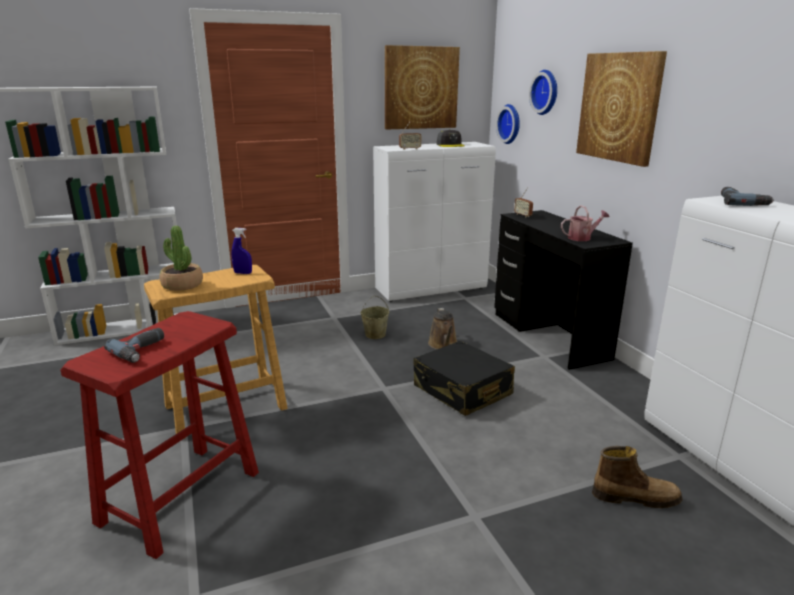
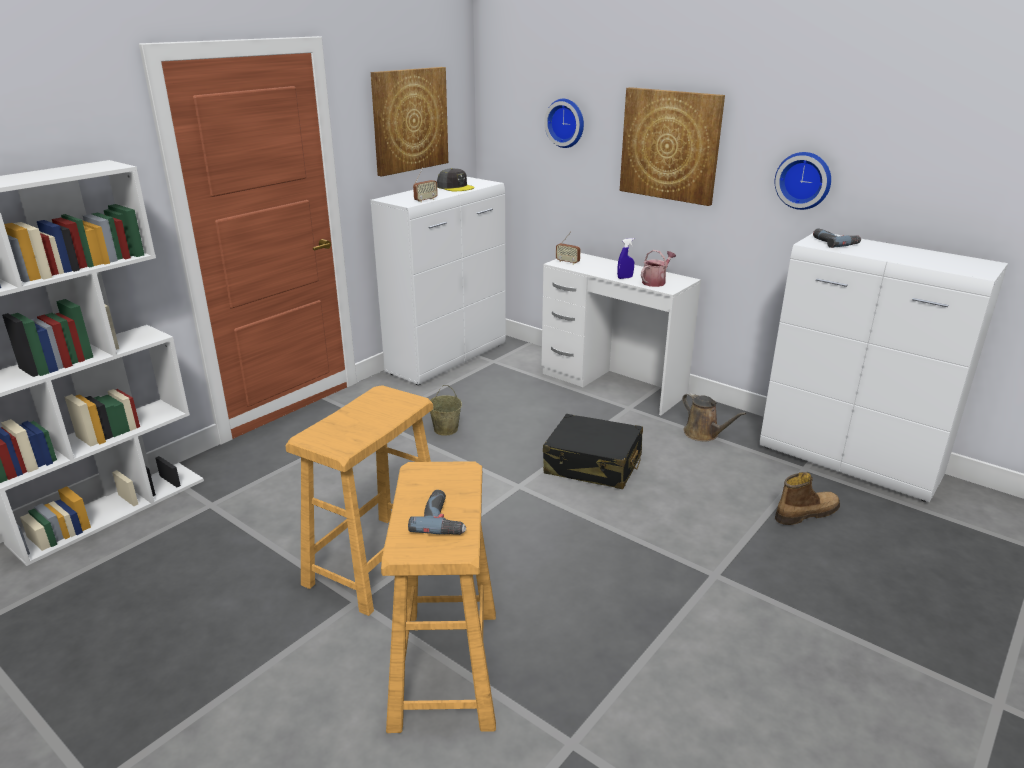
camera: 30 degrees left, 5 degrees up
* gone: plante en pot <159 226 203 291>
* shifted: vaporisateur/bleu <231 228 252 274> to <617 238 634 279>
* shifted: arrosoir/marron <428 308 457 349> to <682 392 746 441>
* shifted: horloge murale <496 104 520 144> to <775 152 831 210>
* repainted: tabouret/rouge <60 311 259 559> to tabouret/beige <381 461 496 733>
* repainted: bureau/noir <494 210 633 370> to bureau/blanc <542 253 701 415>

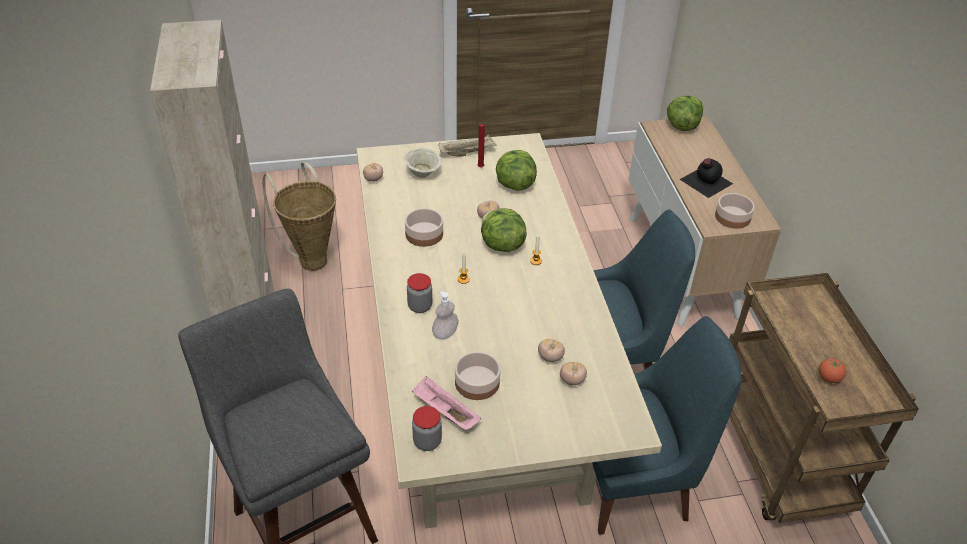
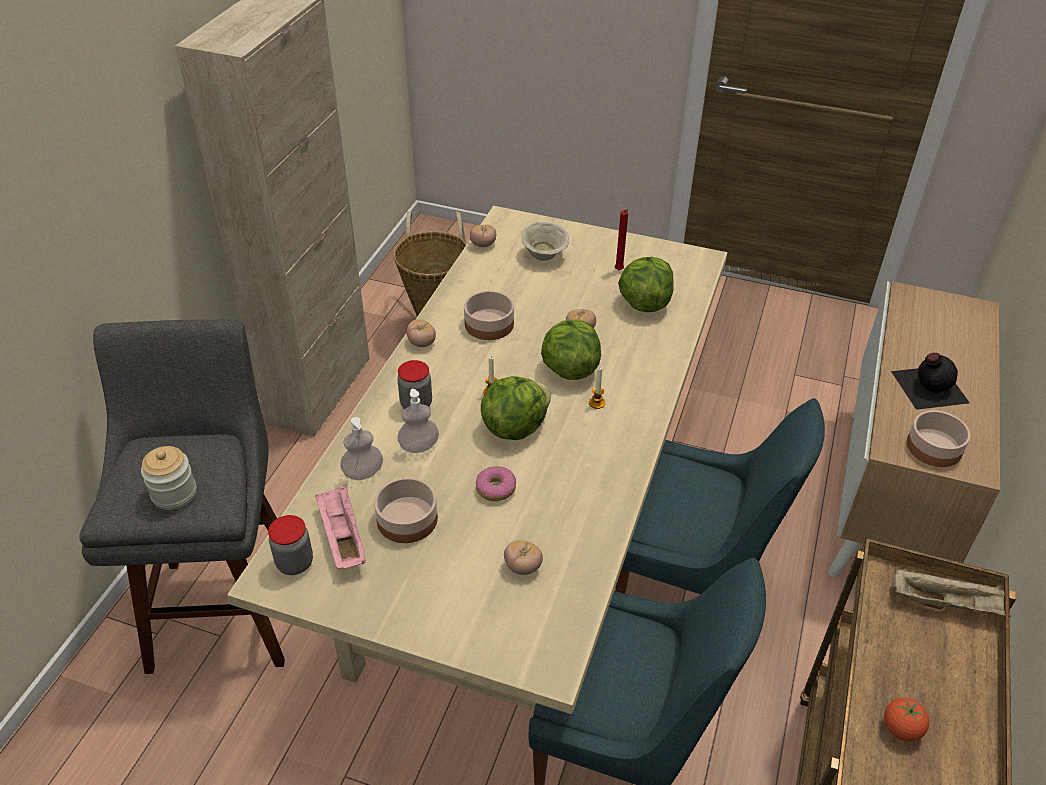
camera: 30 degrees right, 0 degrees up
* new: bocal <141 446 196 510>
* new: distributeur de savon <340 417 383 480>
* new: beignet <475 466 516 501>
* shifted: plateau/beige <438 134 496 156> to <895 568 1011 617>
* shifted: tomate <538 339 565 362> to <407 319 436 347>
* shifted: laitue <667 95 703 131> to <481 376 551 440>

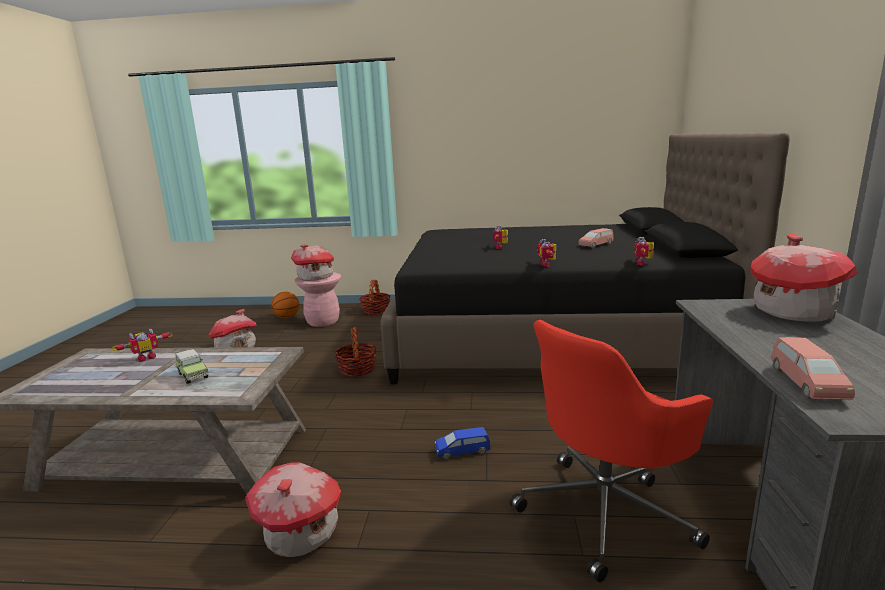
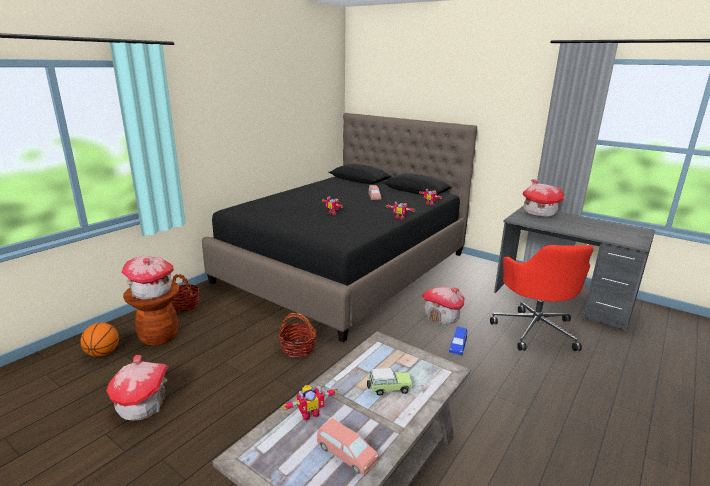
camera: 60 degrees left, 5 degrees up
* shifted: maison miniature <245 462 341 557> to <422 286 464 325>
* shifted: petite voiture/rose <771 337 855 400> to <317 418 379 476>
* repainted: tabouret/rose <294 272 341 327> to tabouret/marron <123 281 179 346>
* rotated: robot jouet <111 329 172 362> = <282 385 338 420> 75 degrees clockwise

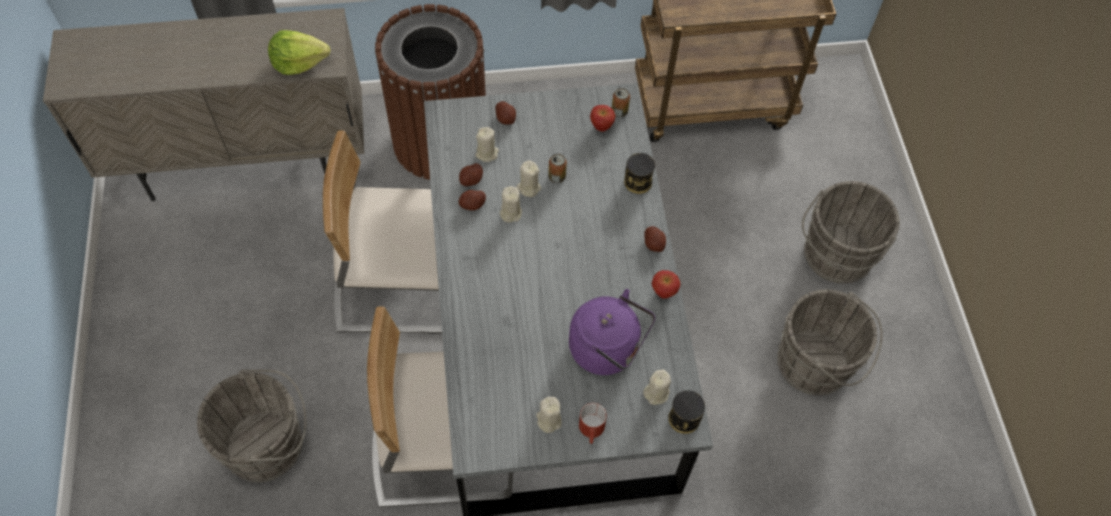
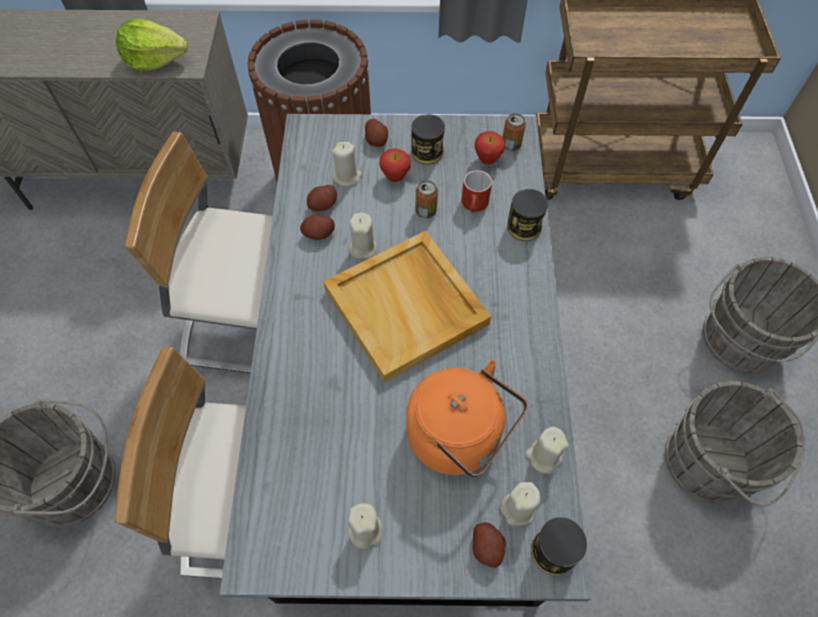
camera: 10 degrees right, 0 degrees up
* new: plateau/beige <323 231 491 383>
* new: boîte métallique <411 114 445 164>
* shifted: bougie/beige <516 160 541 197> to <525 427 569 474>
* shifted: mug/rouge <579 403 607 444> to <462 170 492 213>
* shifted: pomme de terre <644 226 666 252> to <472 522 506 568>
* shifted: pomme <651 270 680 299> to <380 148 411 182>
* repainted: bouilloire/violet <569 289 655 375> to bouilloire/orange <406 360 528 477>

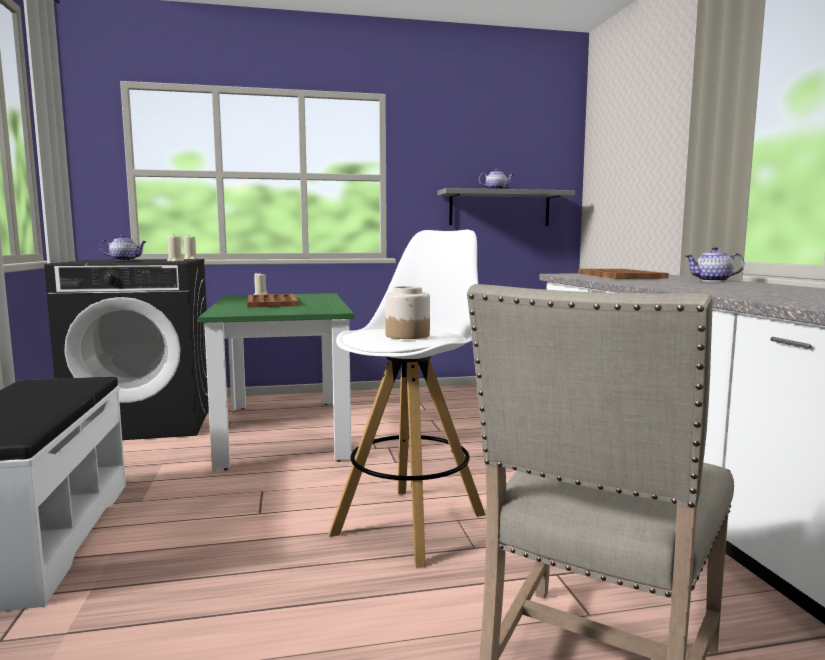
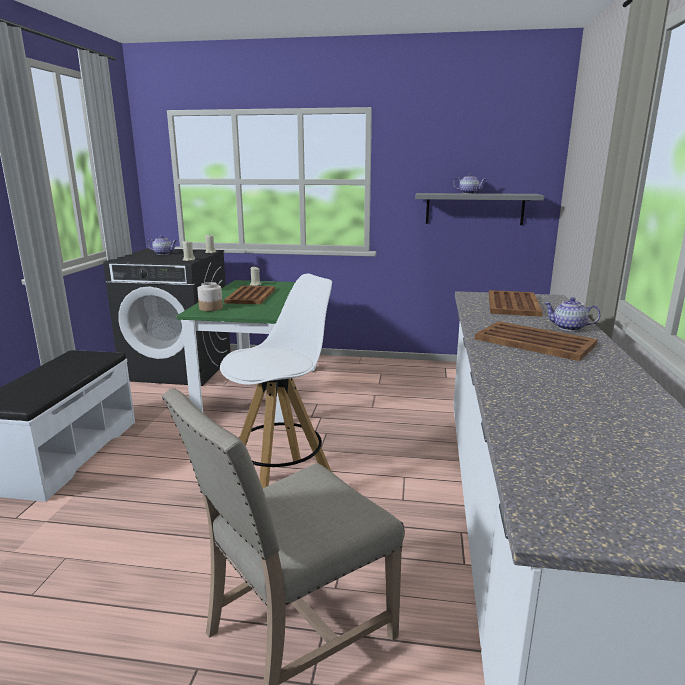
camera: 20 degrees right, 10 degrees up
* new: plateau/marron <475 321 598 361>
* shifted: bocal <385 286 430 339> to <197 282 223 311>

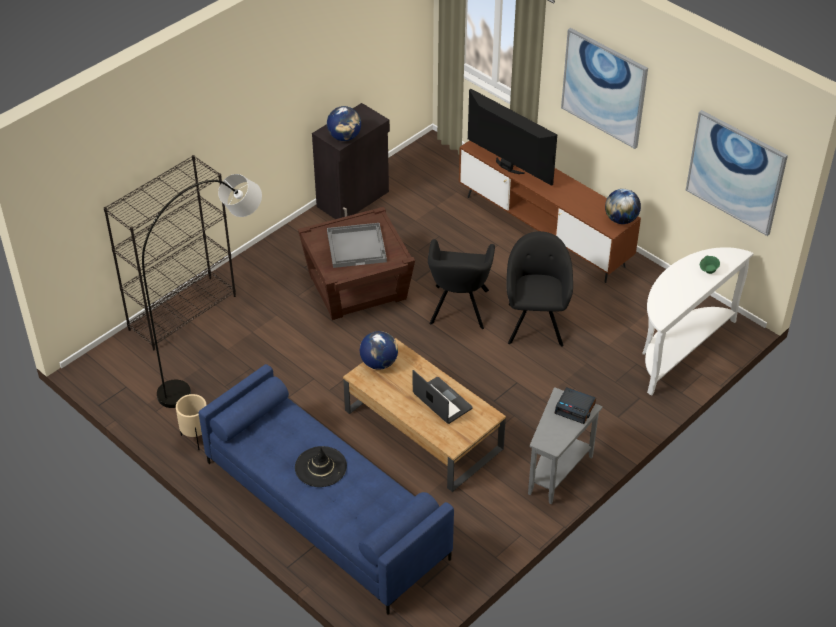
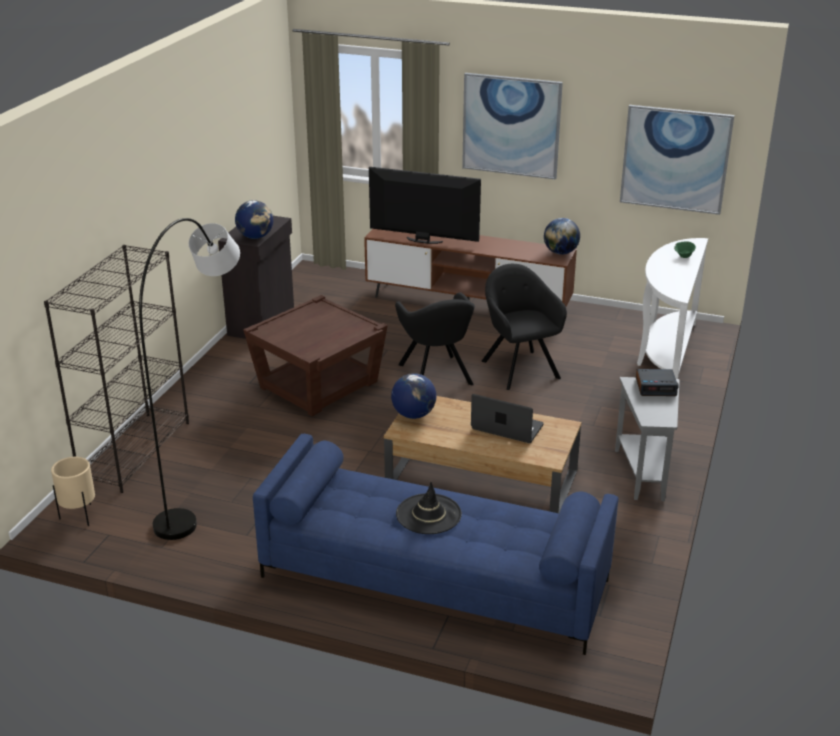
camera: 25 degrees left, 15 degrees down
* gone: plateau/gris <327 223 387 268>
* shifted: cache-pot/beige <176 394 207 450> to <51 457 95 526>

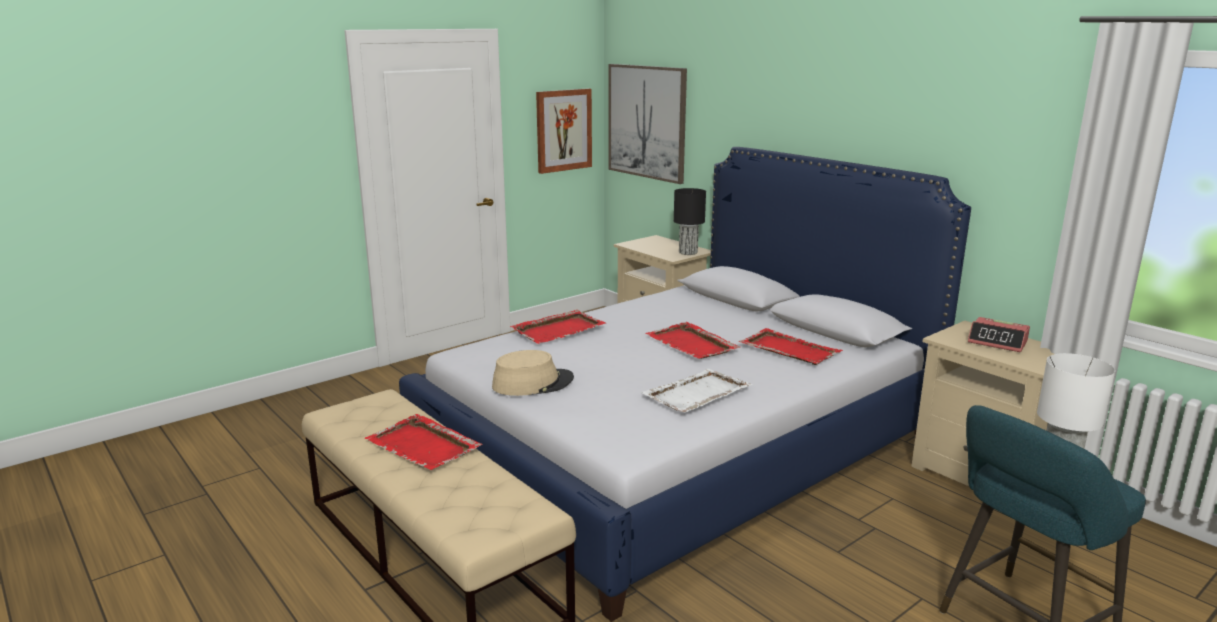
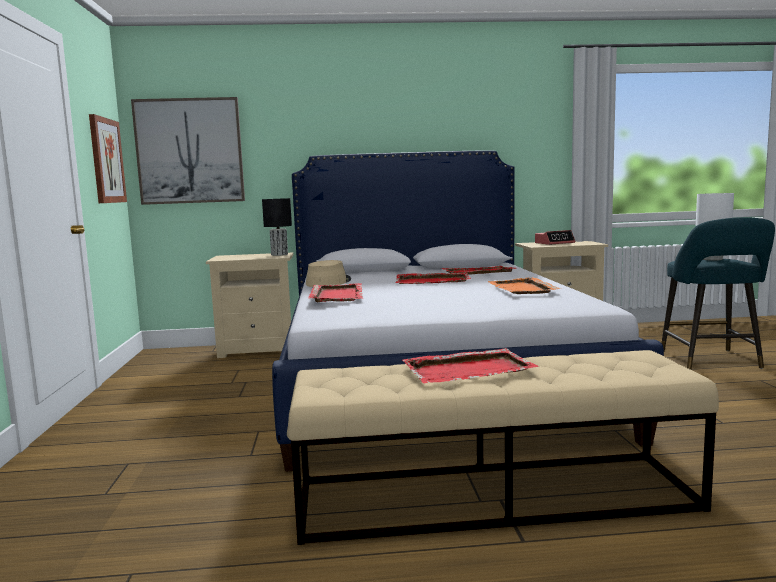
camera: 55 degrees left, 10 degrees down
* shifted: chapeau/beige <492 350 574 396> to <306 260 351 287>
* repainted: plateau/blanc <641 369 752 413> to plateau/orange <488 277 561 294>

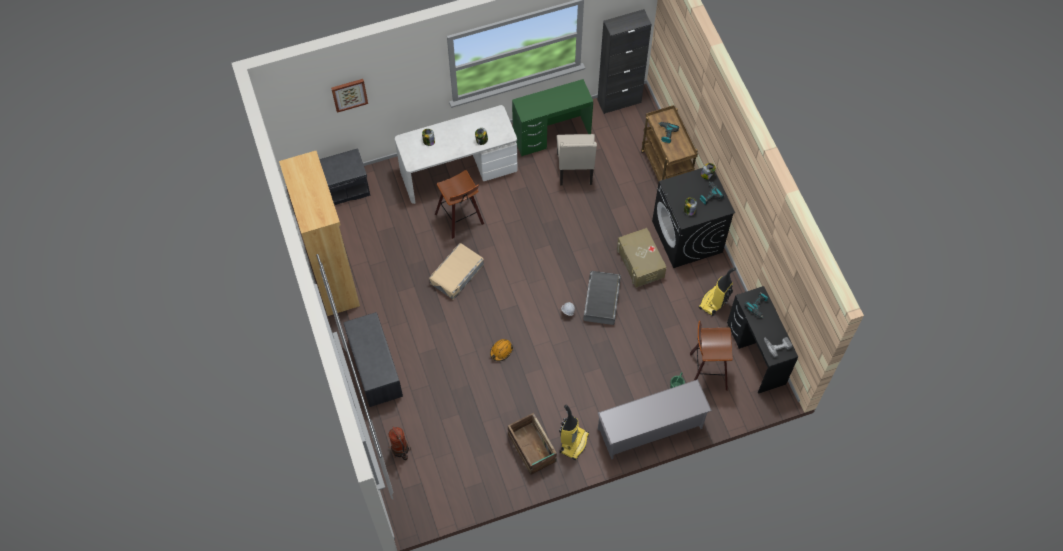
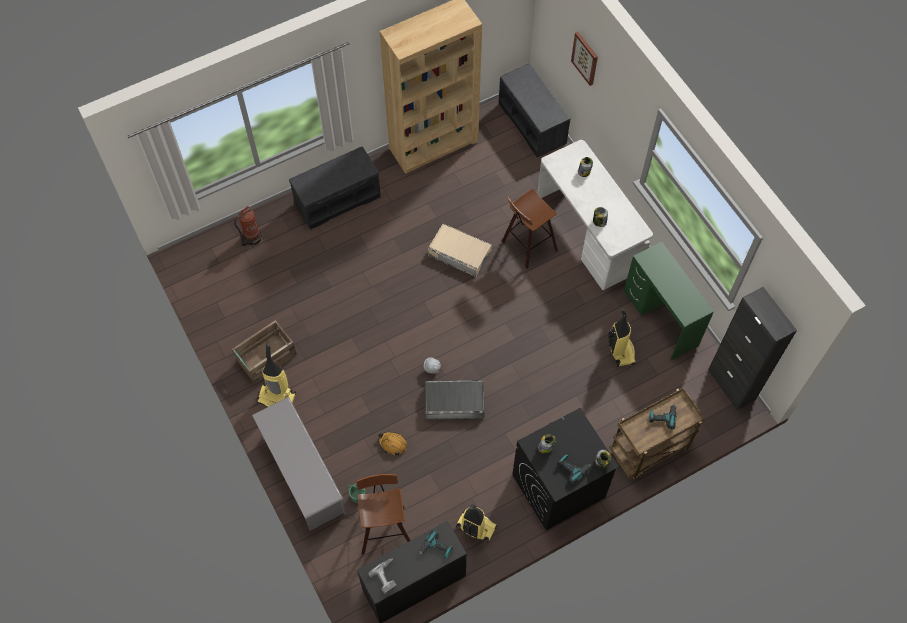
camera: 80 degrees right, 0 degrees up
* gone: boîte de rangement/beige <617 228 666 288>
* shifted: casque de chantier/orange <490 339 513 361> to <378 432 407 456>
* swapped: chaise/beige <557 134 597 185> to aspirateur <608 308 636 367>

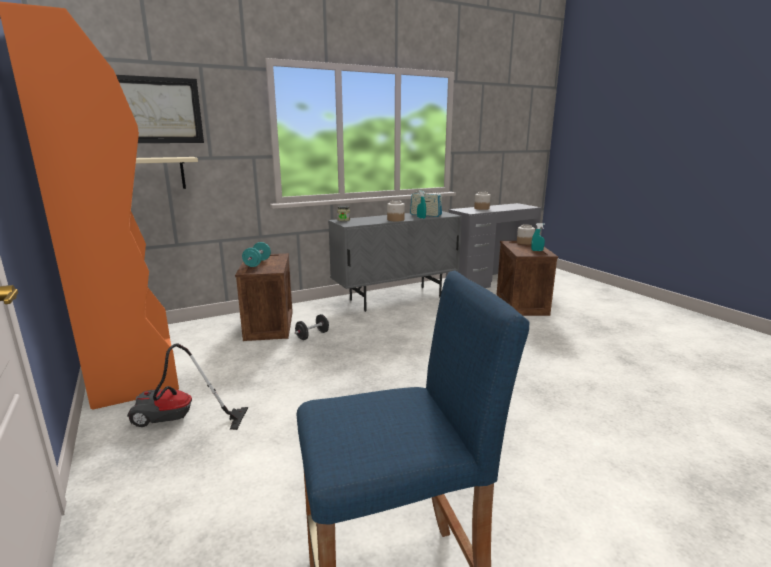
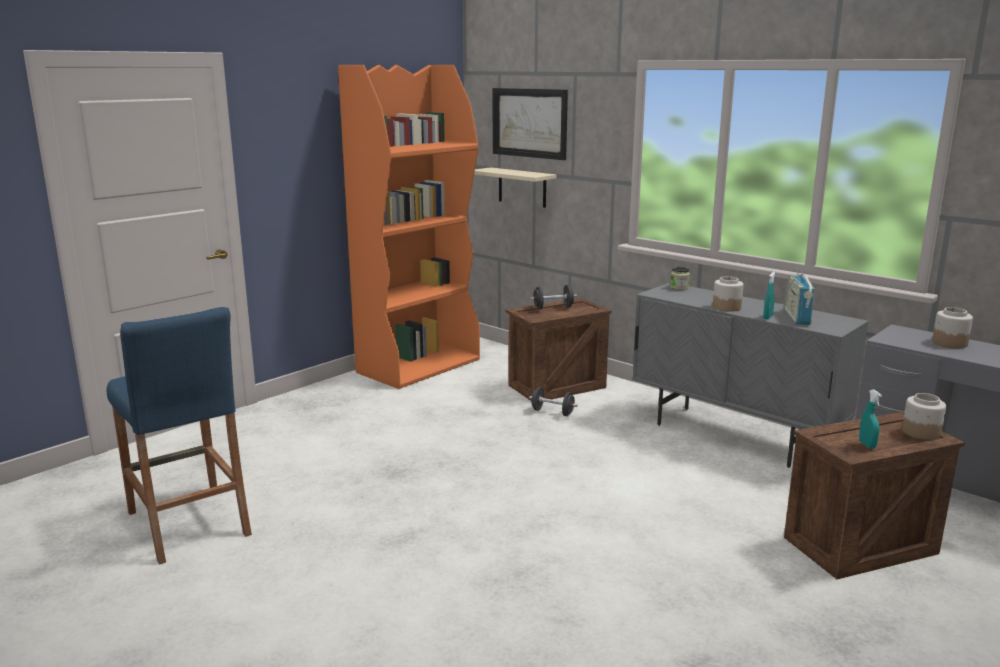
camera: 70 degrees right, 0 degrees up
* gone: aspirateur <127 344 248 430>
* repainted: haltère/turquoise <242 242 271 267> to haltère/noir <530 285 577 309>

